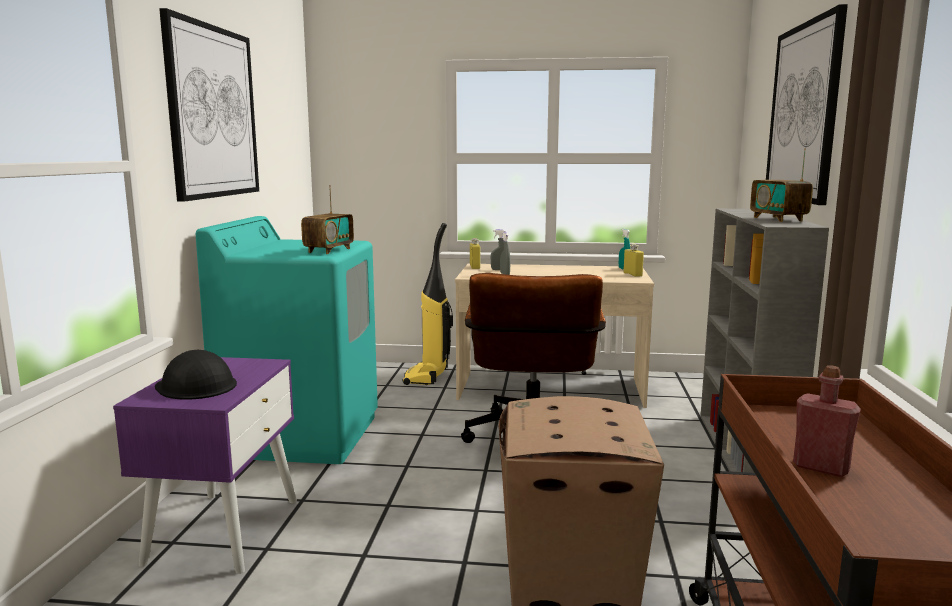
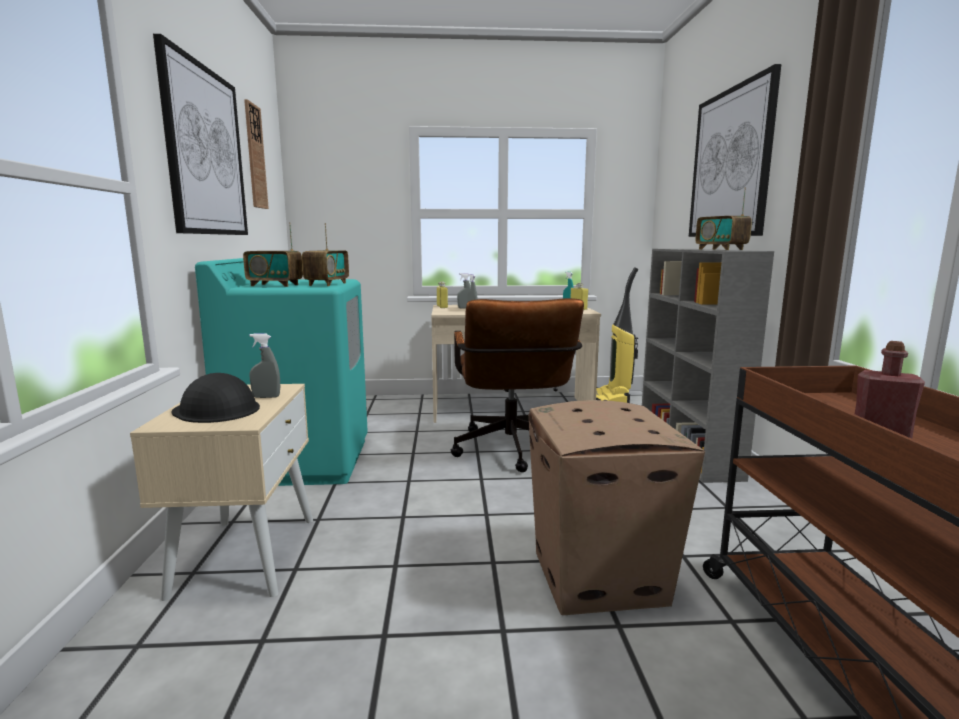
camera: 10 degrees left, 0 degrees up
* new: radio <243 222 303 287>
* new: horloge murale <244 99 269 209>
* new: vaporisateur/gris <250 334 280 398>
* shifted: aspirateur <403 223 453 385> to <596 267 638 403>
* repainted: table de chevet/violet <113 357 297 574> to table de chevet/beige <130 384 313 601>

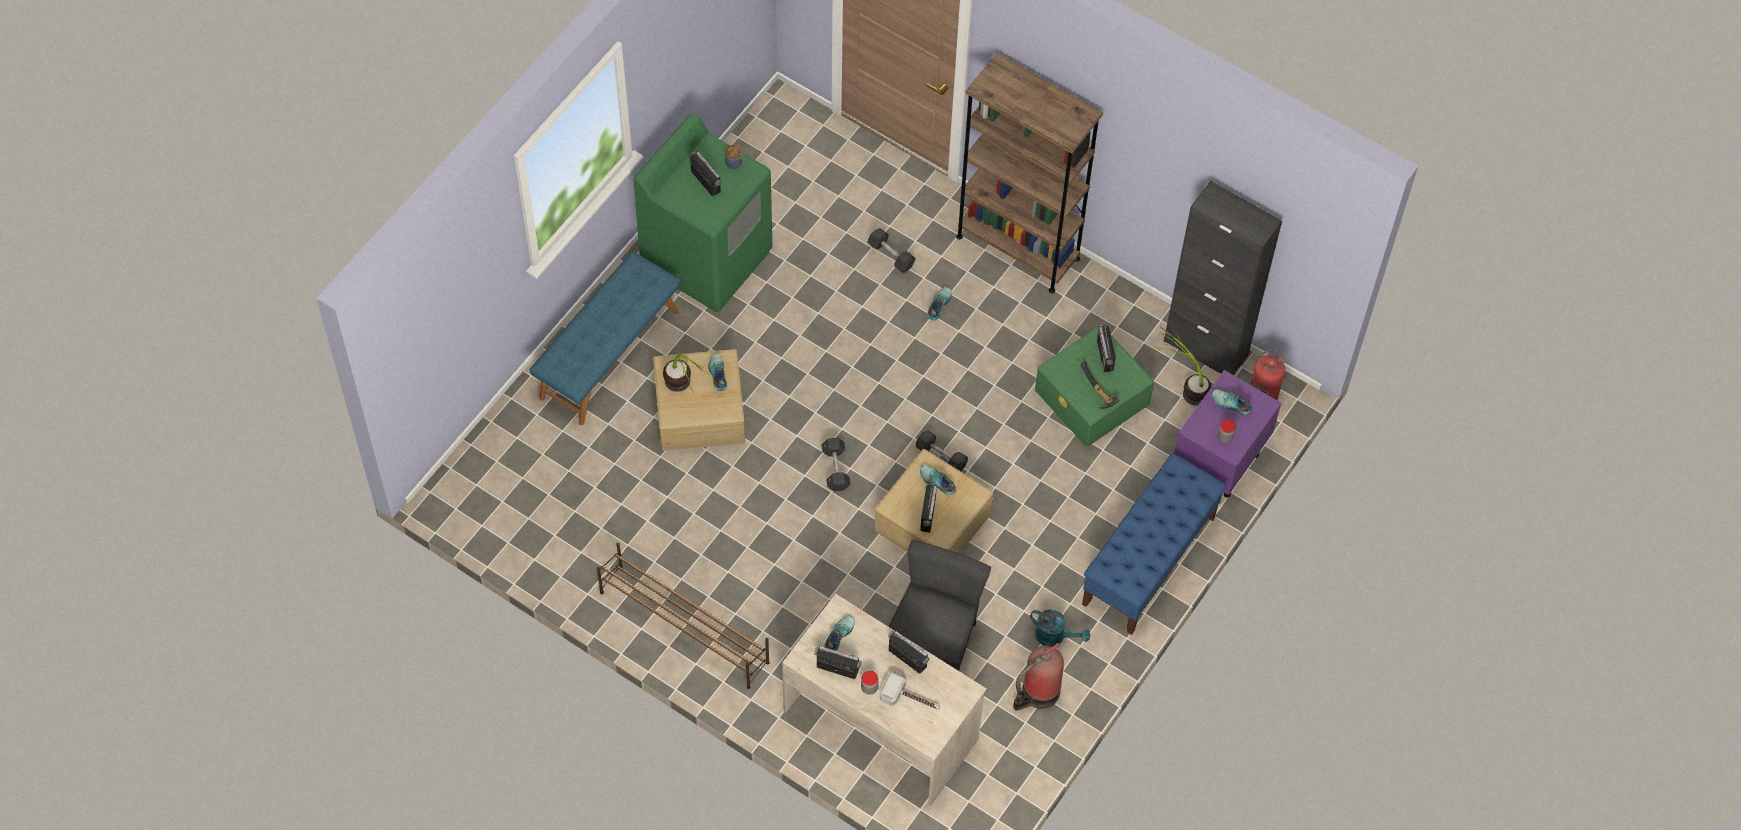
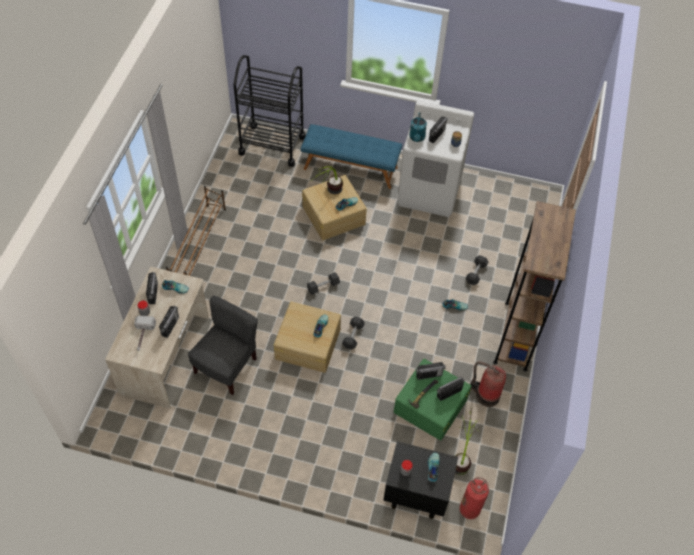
camera: 70 degrees right, 5 degrees down
* gone: banc/bleu <1082 453 1226 635>
* gone: meuble de rangement/noir <1164 181 1282 375>
* new: chariot/noir <234 55 306 167>
* shifted: radio <920 483 937 533> to <416 362 446 380>
* shifted: extincteur <1013 643 1064 711> to <470 361 506 407>
* shifted: arrosoir/turquoise <1030 609 1090 647> to <409 113 427 142>
* repainted: lave-linge/vert <634 113 772 312> to lave-linge/blanc <397 101 474 217>
* repainted: table de chevet/violet <1174 370 1281 497> to table de chevet/noir <383 441 458 519>
* rotated: chaise/gris <888 540 991 671> = <188 296 258 395> 60 degrees counterclockwise

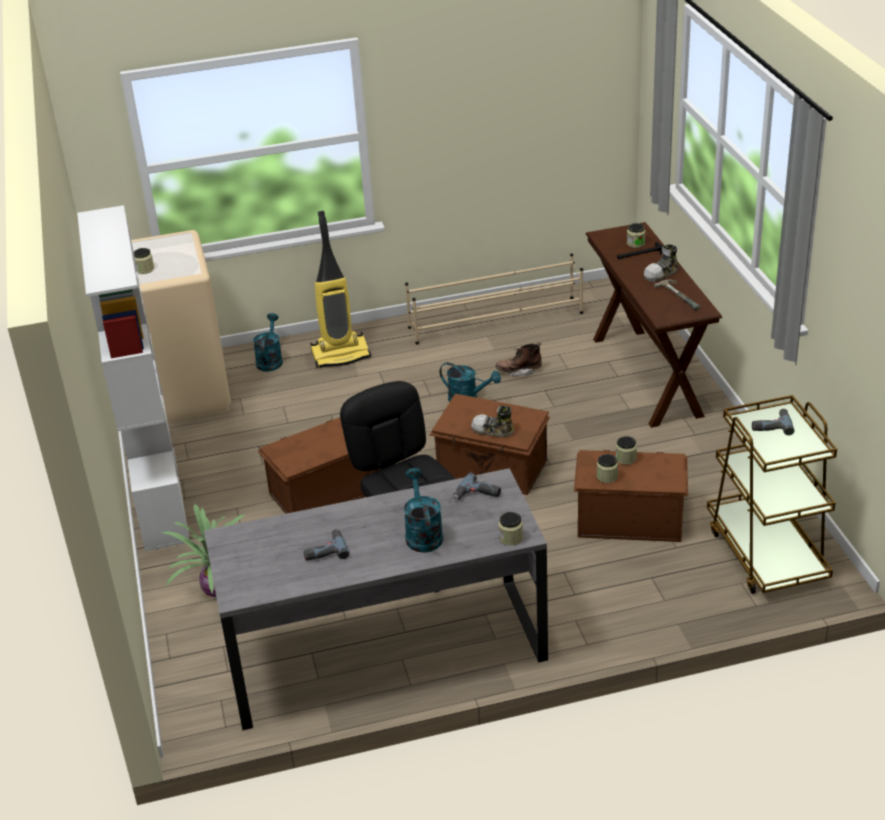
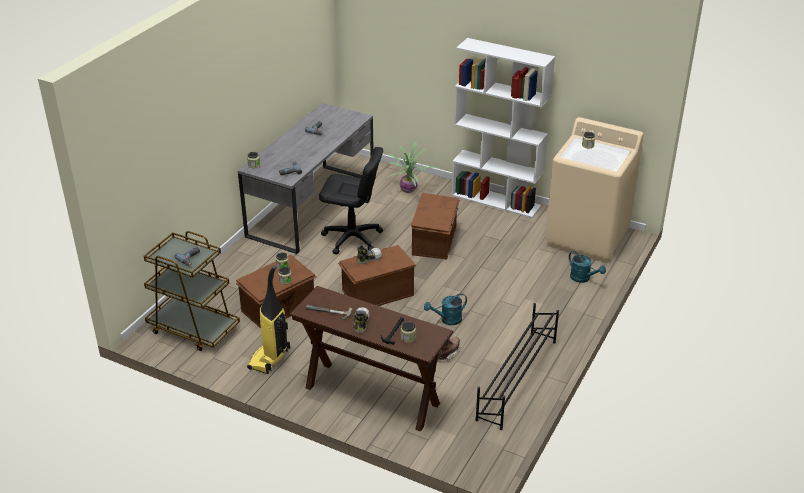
camera: 130 degrees right, 0 degrees up
* gone: arrosoir/turquoise <404 468 443 553>
* shifted: aspirateur <310 211 371 368> to <247 265 290 374>
* repainted: étagère à chaussures/beige <405 253 583 344> to étagère à chaussures/noir <475 303 559 430>

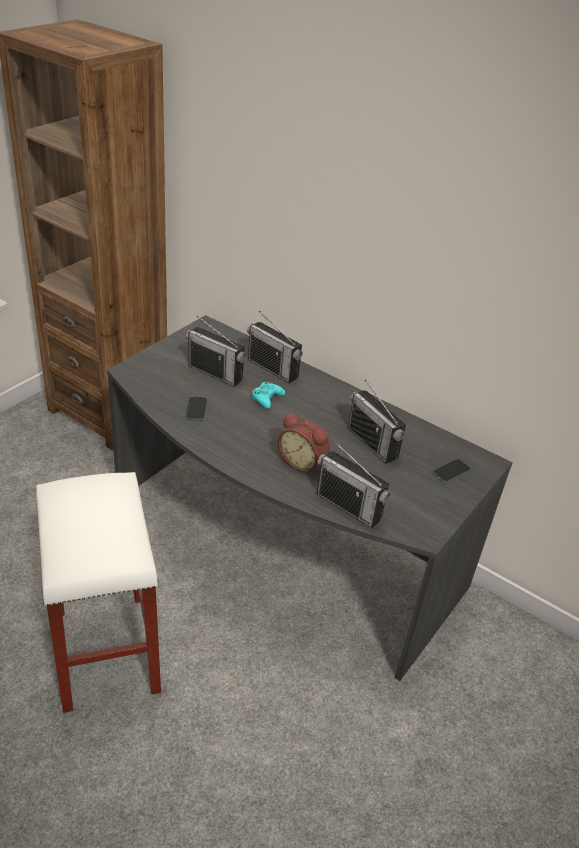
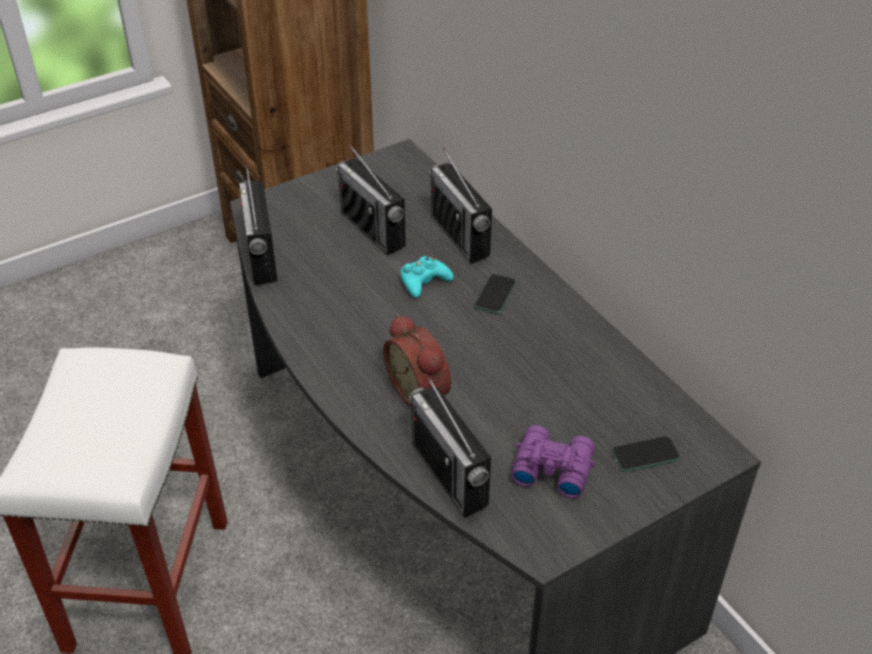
camera: 25 degrees right, 5 degrees up
* new: jumelles/violet <511 425 595 498>
* shifted: téléphone <185 396 207 421> to <474 274 516 314>
* shifted: radio <348 379 406 464> to <239 164 278 285>

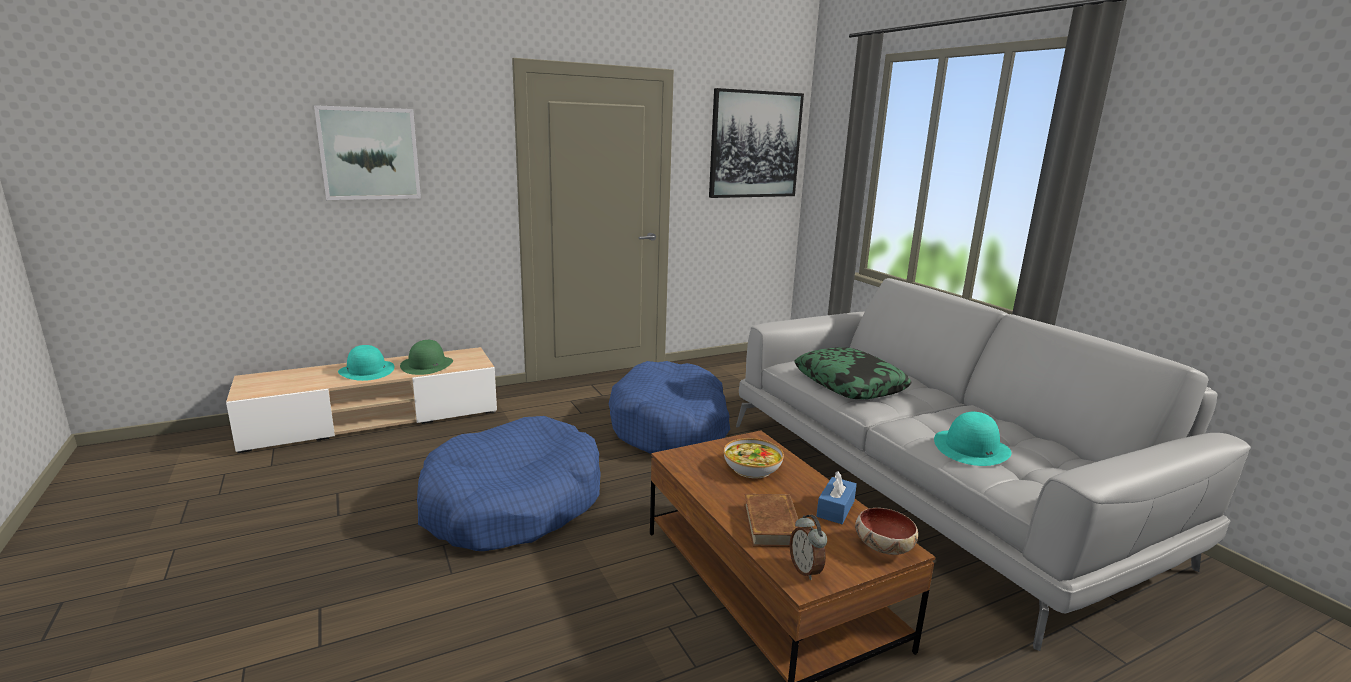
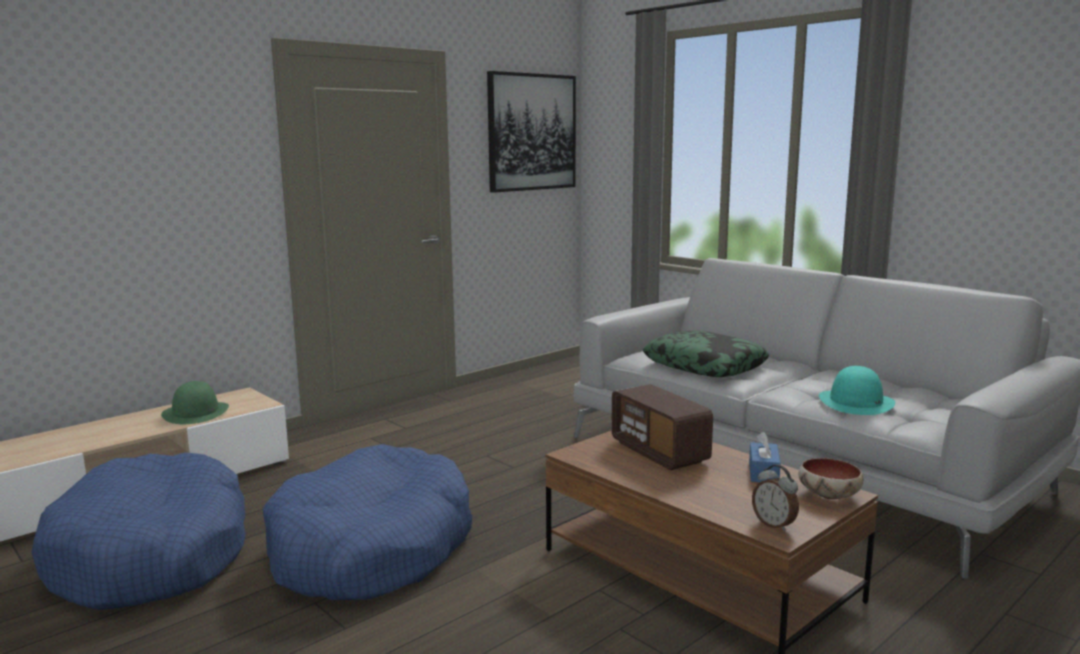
camera: 15 degrees left, 5 degrees down
* gone: tableau <314 105 421 200>
* gone: chapeau/turquoise <338 345 394 381>
* gone: livre/marron <744 494 798 547>
* shifted: panier pour chien/bleu <609 361 730 454> to <31 452 246 610>
* swapped: bol <724 438 784 478> to radio <611 384 713 470>

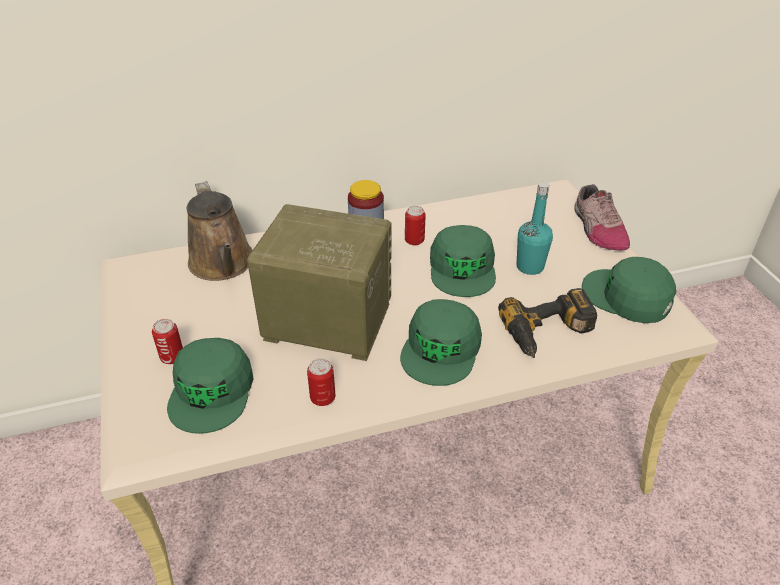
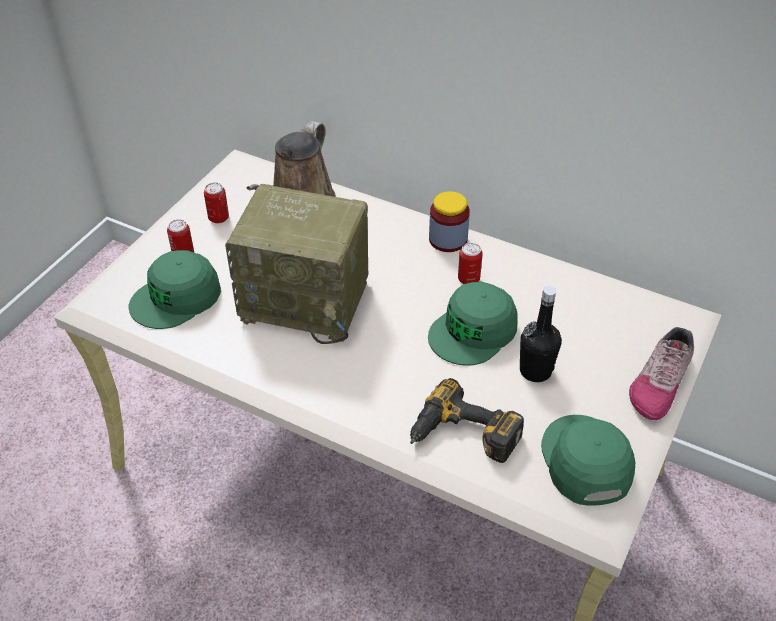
camera: 45 degrees right, 5 degrees up
* gone: casquette/vert <400 299 482 386>
* shifted: boîte métallique <307 358 335 406> to <204 182 229 223>
* repainted: bouteille/turquoise <517 182 553 275> to bouteille/noir <520 286 562 382>
* rotated: radio <247 204 391 361> = <225 184 368 344> 135 degrees clockwise

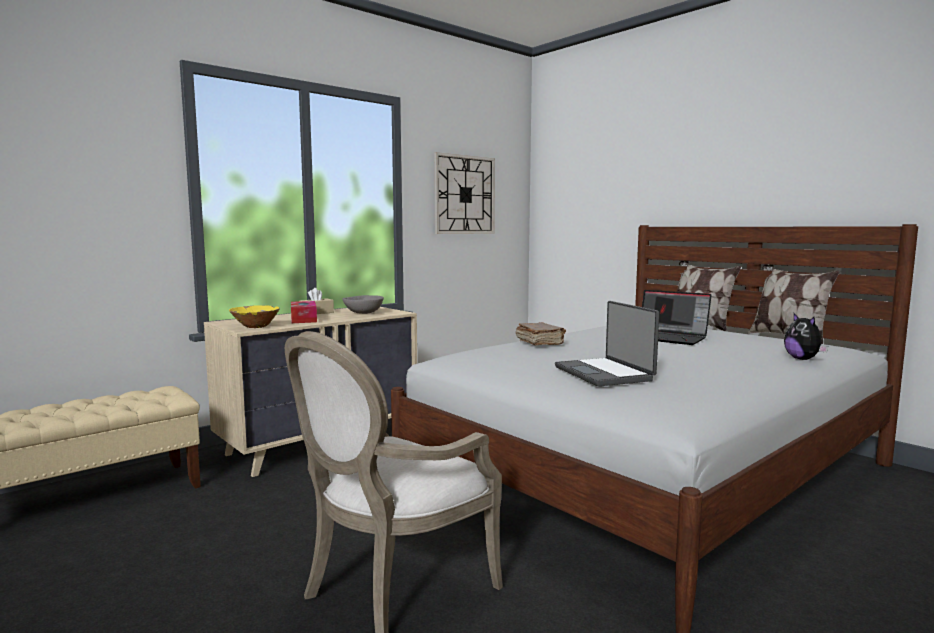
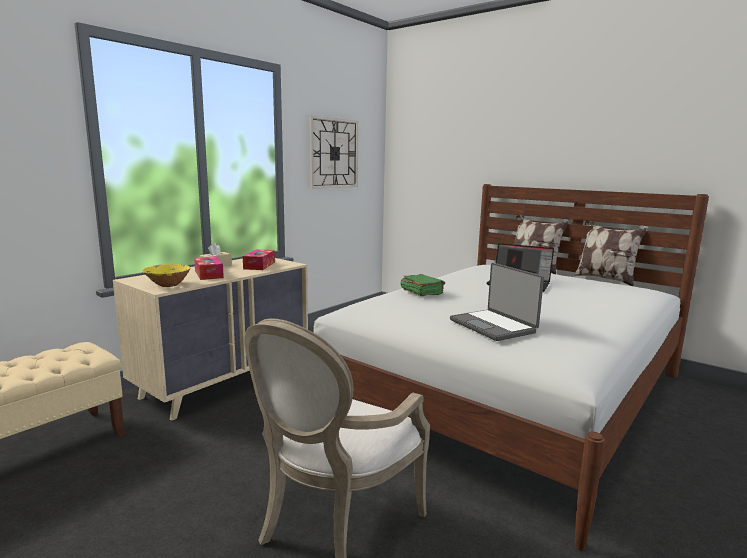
camera: 10 degrees left, 5 degrees up
* gone: peluche <784 314 828 360>
* swapped: bol/gris <343 295 384 314> to boîte à mouchoirs <243 249 275 270>
* repainted: livre/marron <516 322 566 345> to livre/vert <400 274 445 296>

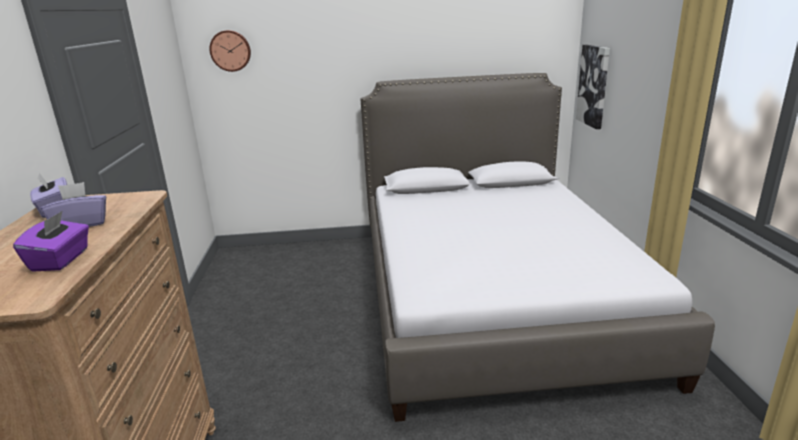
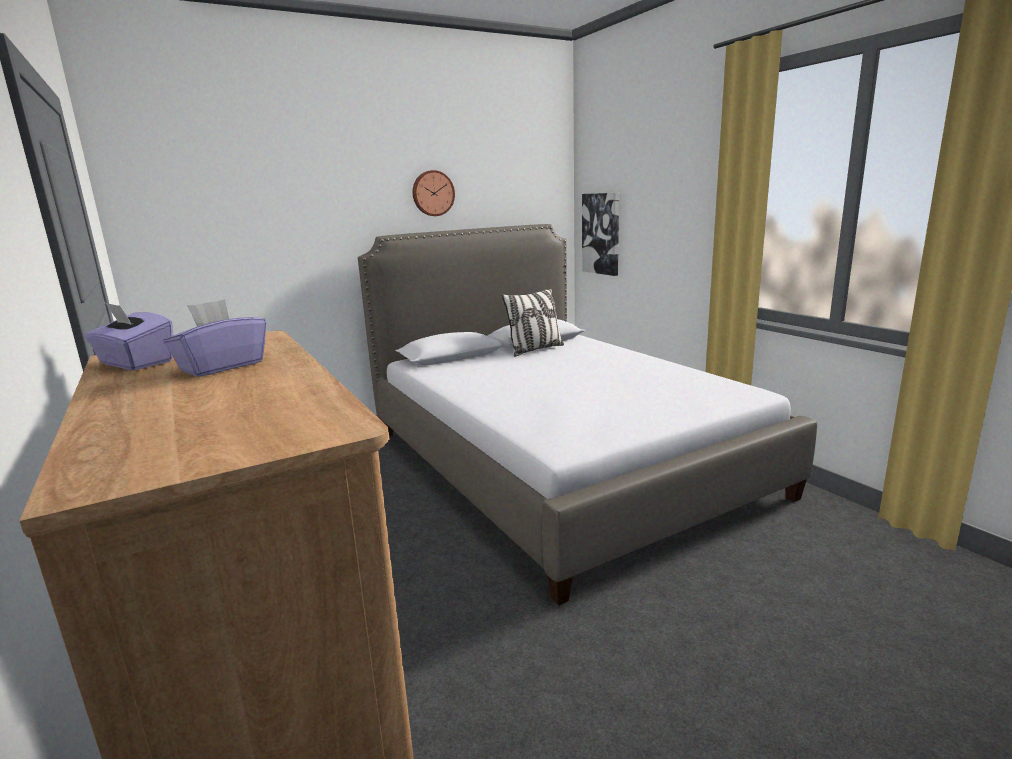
camera: 25 degrees left, 5 degrees down
* gone: boîte à mouchoirs/violet <13 211 89 272>
* new: coussin <502 288 564 357>
* shifted: horloge murale <209 30 251 72> to <413 170 455 216>

